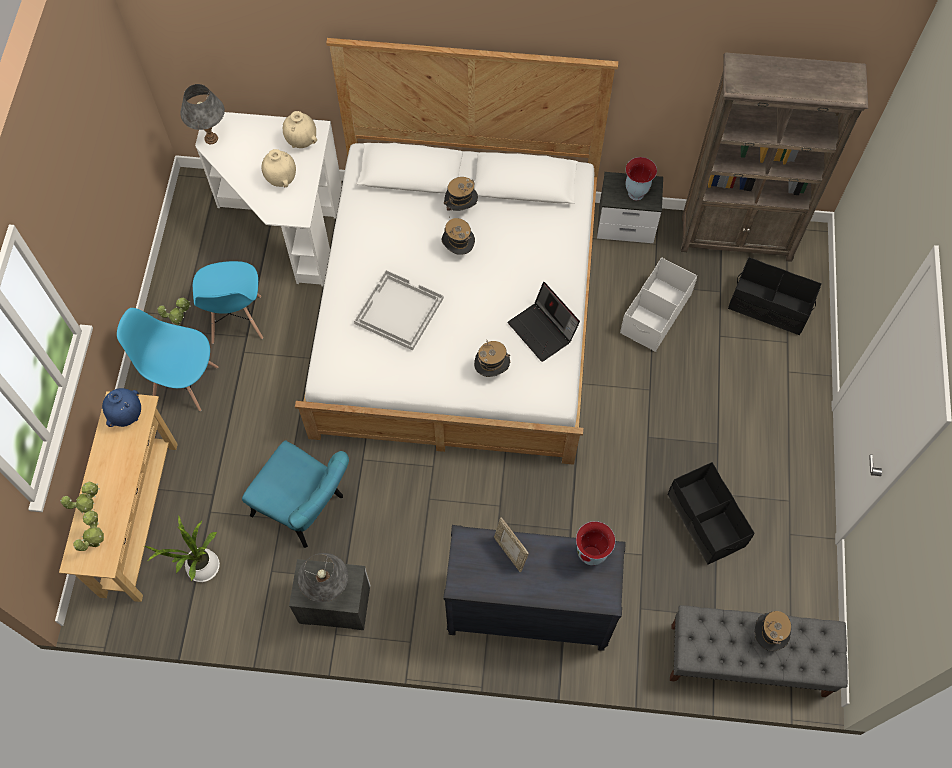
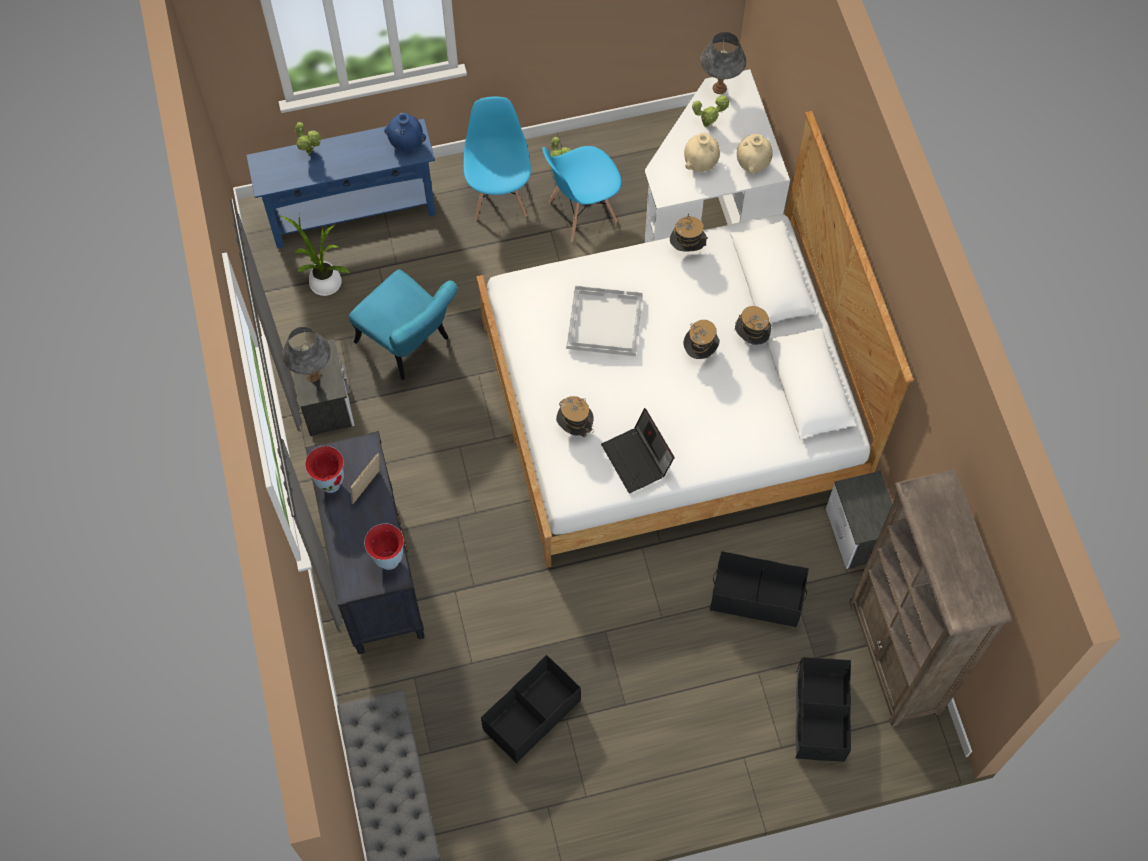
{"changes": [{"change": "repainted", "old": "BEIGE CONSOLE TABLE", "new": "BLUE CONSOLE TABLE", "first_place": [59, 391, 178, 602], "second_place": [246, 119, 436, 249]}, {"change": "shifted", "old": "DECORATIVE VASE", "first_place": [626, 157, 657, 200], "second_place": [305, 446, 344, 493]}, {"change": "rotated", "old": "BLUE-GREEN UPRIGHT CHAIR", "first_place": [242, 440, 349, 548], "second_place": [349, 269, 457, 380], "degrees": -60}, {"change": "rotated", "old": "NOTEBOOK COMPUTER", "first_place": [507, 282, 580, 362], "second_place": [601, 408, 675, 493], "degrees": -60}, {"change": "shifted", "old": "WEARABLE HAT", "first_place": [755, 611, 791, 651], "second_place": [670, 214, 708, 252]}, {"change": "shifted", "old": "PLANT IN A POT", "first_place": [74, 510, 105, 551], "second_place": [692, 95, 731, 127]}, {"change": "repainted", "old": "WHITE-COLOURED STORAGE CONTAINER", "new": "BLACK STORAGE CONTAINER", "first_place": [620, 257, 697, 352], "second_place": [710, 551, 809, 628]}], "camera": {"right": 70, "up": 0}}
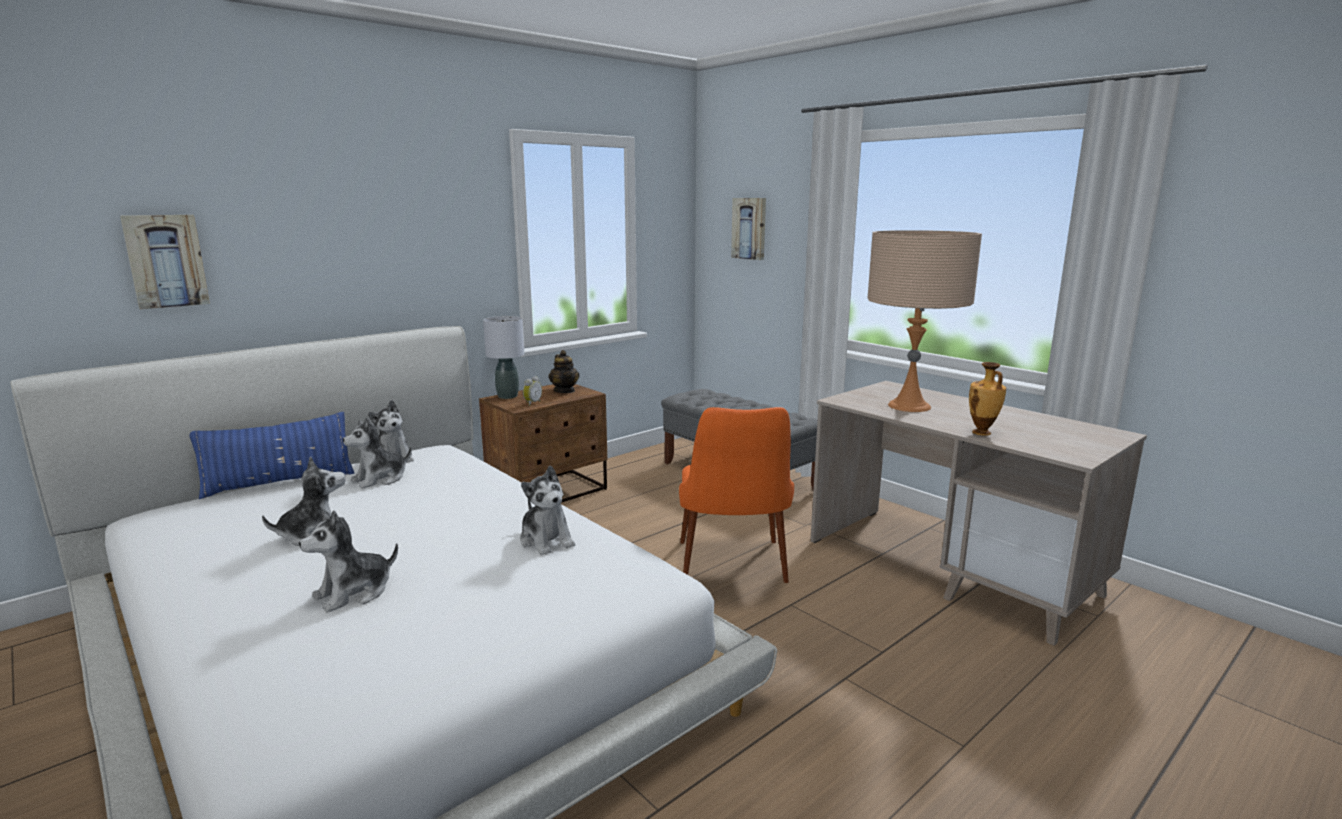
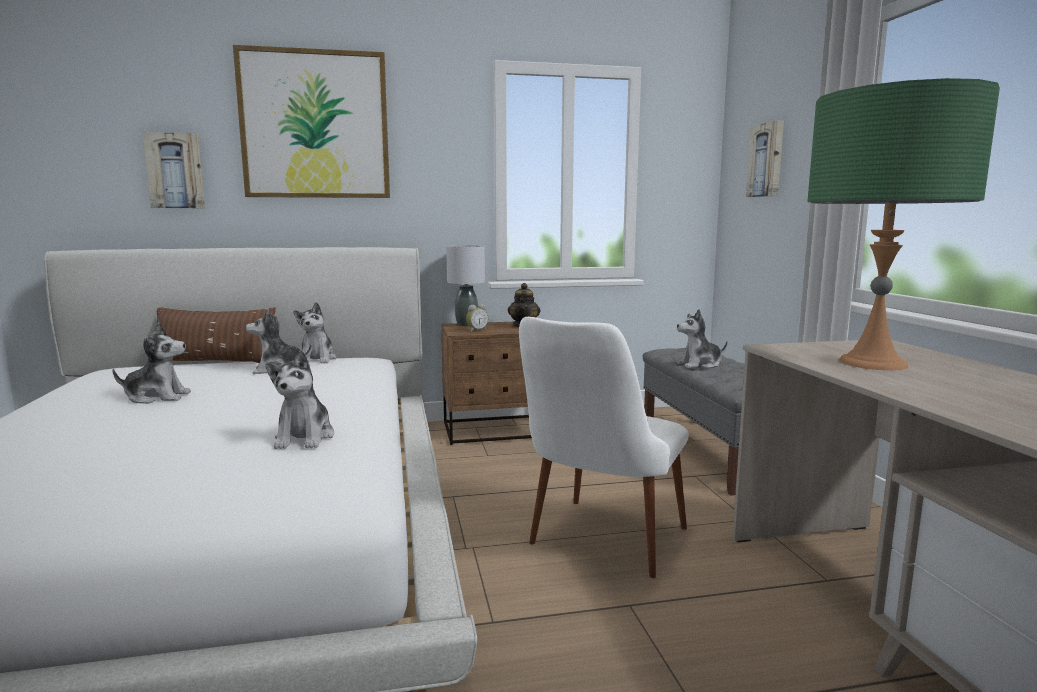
{"changes": [{"change": "repainted", "old": "BLUE PILLOW", "new": "BROWNISH PILLOW", "first_place": [189, 412, 355, 499], "second_place": [157, 308, 276, 363]}, {"change": "new", "new": "WALL ART", "second_place": [233, 45, 390, 198]}, {"change": "repainted", "old": "ORANGEY UPRIGHT CHAIR", "new": "WHITE-COLOURED UPRIGHT CHAIR", "first_place": [679, 407, 794, 583], "second_place": [519, 317, 689, 578]}, {"change": "shifted", "old": "CUDDLY TOY", "first_place": [299, 510, 398, 613], "second_place": [676, 309, 728, 369]}, {"change": "repainted", "old": "BEIGE LAMP FOR A TABLE", "new": "GREENISH LAMP FOR A TABLE", "first_place": [867, 230, 982, 412], "second_place": [807, 78, 1000, 370]}, {"change": "gone", "old": "DECORATIVE VASE", "first_place": [969, 362, 1006, 436]}], "camera": {"right": 30, "up": -5}}
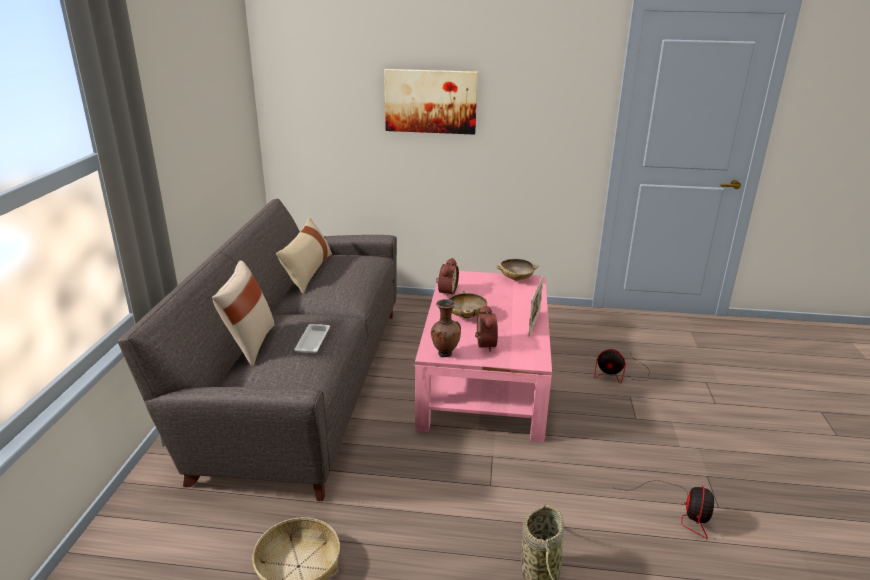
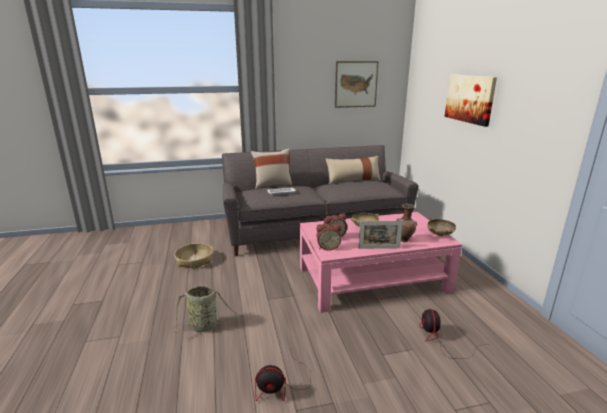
{"changes": [{"change": "shifted", "old": "BEDSIDE CLOCK", "first_place": [436, 258, 459, 297], "second_place": [317, 224, 342, 251]}, {"change": "new", "new": "WALL ART", "second_place": [335, 61, 379, 108]}, {"change": "shifted", "old": "BROWNISH DECORATIVE VASE", "first_place": [431, 299, 461, 357], "second_place": [396, 204, 417, 243]}], "camera": {"right": 70, "up": -5}}
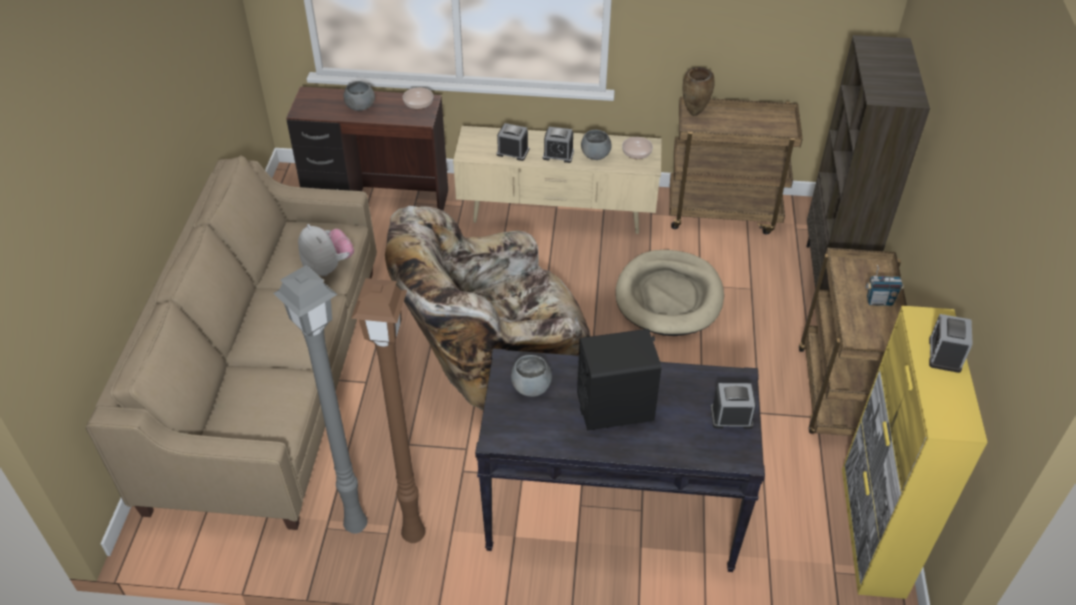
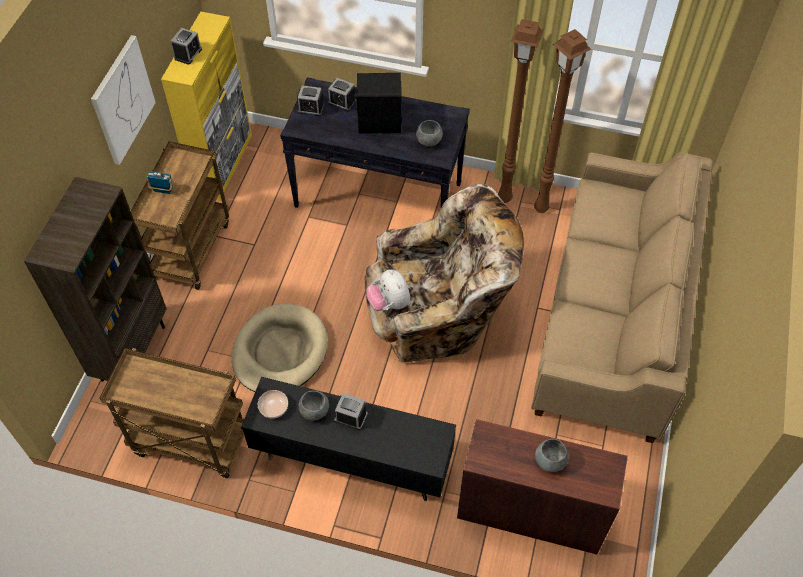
{"changes": [{"change": "new", "new": "WALL ART", "second_place": [91, 35, 156, 165]}, {"change": "repainted", "old": "BEIGE MEDIA CONSOLE", "new": "BLACK MEDIA CONSOLE", "first_place": [453, 126, 662, 234], "second_place": [241, 377, 456, 501]}, {"change": "shifted", "old": "BEDSIDE CLOCK", "first_place": [497, 123, 529, 161], "second_place": [328, 78, 357, 112]}, {"change": "shifted", "old": "CUDDLY TOY", "first_place": [298, 224, 354, 276], "second_place": [366, 269, 410, 311]}, {"change": "repainted", "old": "GRAY STANDARD LAMP", "new": "BROWNISH STANDARD LAMP", "first_place": [273, 265, 367, 534], "second_place": [534, 29, 591, 213]}, {"change": "gone", "old": "BOWL", "first_place": [403, 87, 433, 109]}, {"change": "gone", "old": "BROWNISH DECORATIVE VASE", "first_place": [682, 67, 715, 116]}], "camera": {"right": -170, "up": 10}}
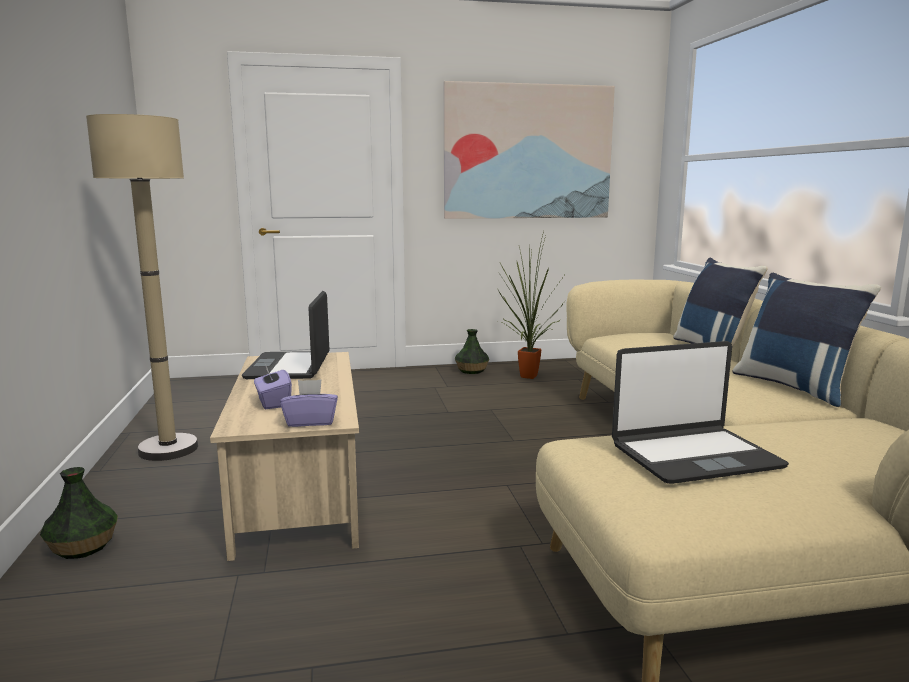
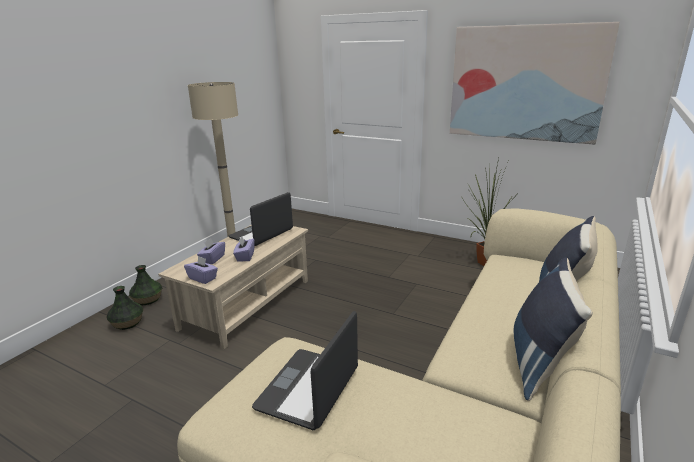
{"changes": [{"change": "shifted", "old": "DECORATIVE VASE", "first_place": [455, 329, 489, 374], "second_place": [106, 286, 144, 330]}, {"change": "new", "new": "PURPLISH TISSUE HOLDER", "second_place": [233, 236, 255, 261]}, {"change": "rotated", "old": "NOTEBOOK COMPUTER", "first_place": [612, 341, 789, 484], "second_place": [252, 311, 358, 430], "degrees": 90}], "camera": {"right": 40, "up": 10}}
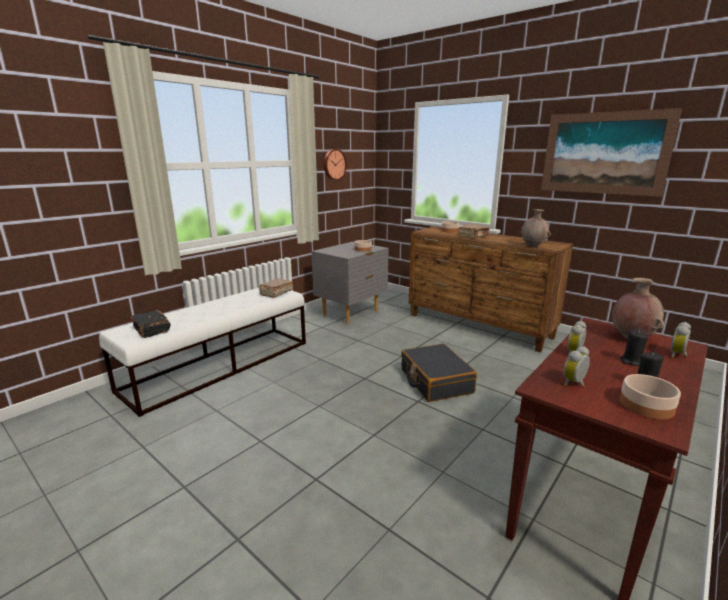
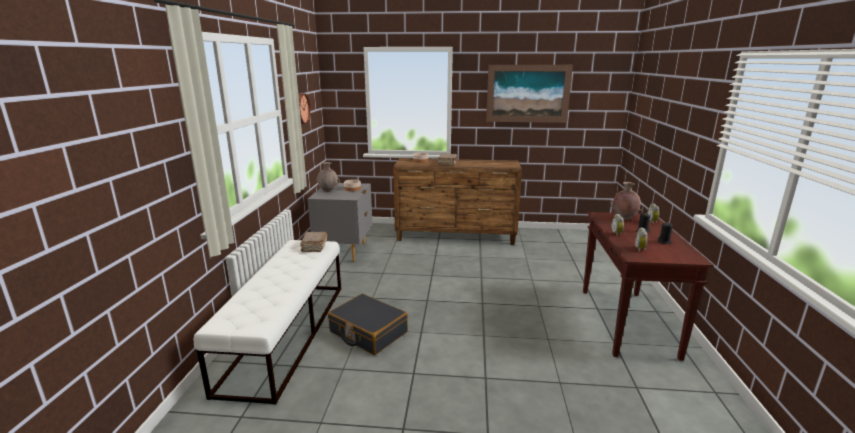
{"changes": [{"change": "shifted", "old": "BROWNISH DECORATIVE VASE", "first_place": [520, 209, 551, 247], "second_place": [316, 162, 340, 192]}, {"change": "shifted", "old": "BLACK SUITCASE", "first_place": [401, 344, 477, 402], "second_place": [328, 294, 408, 355]}, {"change": "gone", "old": "BLACK VOLUME", "first_place": [130, 310, 171, 338]}, {"change": "gone", "old": "BOWL", "first_place": [620, 374, 681, 420]}], "camera": {"right": -35, "up": 0}}
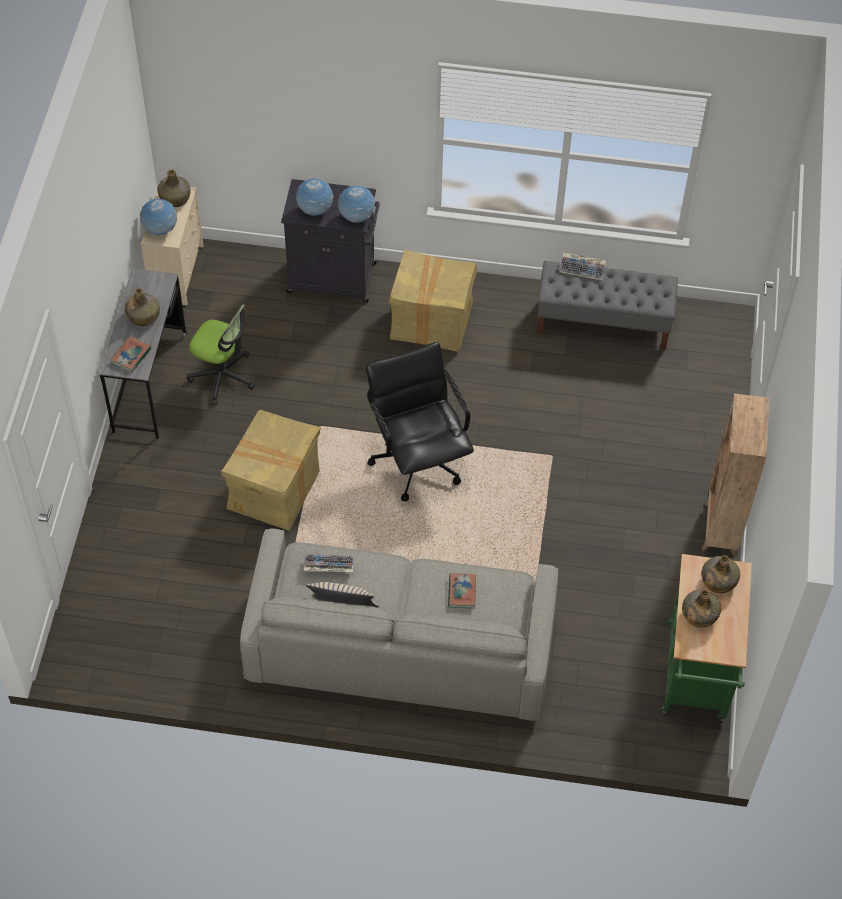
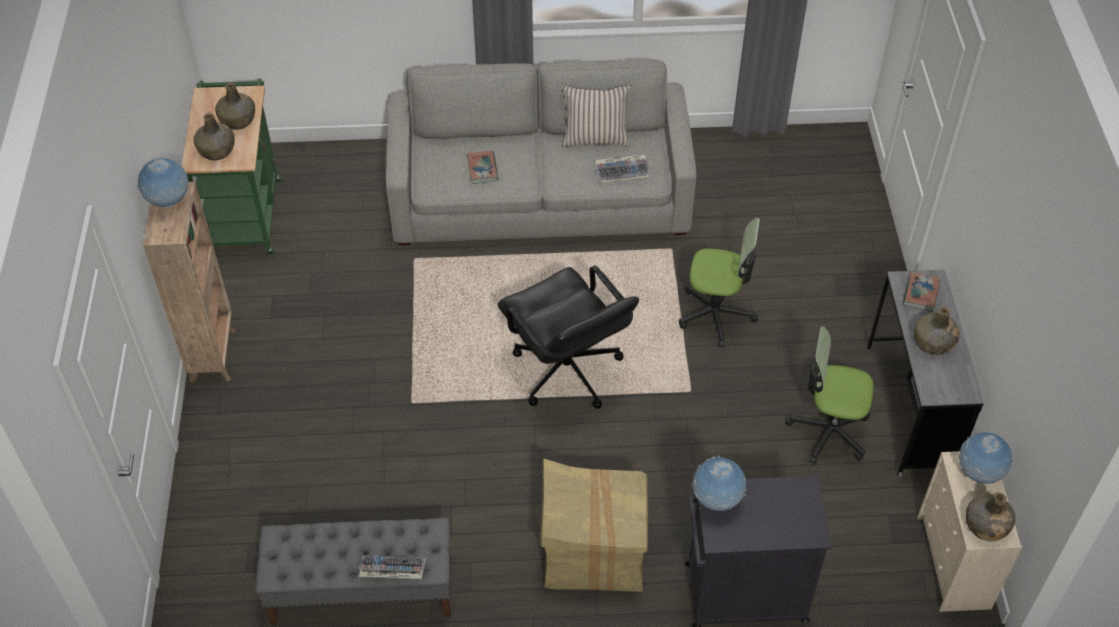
{"changes": [{"change": "shifted", "old": "WORLD GLOBE", "first_place": [296, 178, 334, 216], "second_place": [138, 157, 189, 208]}, {"change": "swapped", "old": "CARDBOARD BOX", "new": "COMPUTER CHAIR", "first_place": [221, 410, 321, 531], "second_place": [679, 218, 760, 347]}], "camera": {"right": 170, "up": -5}}
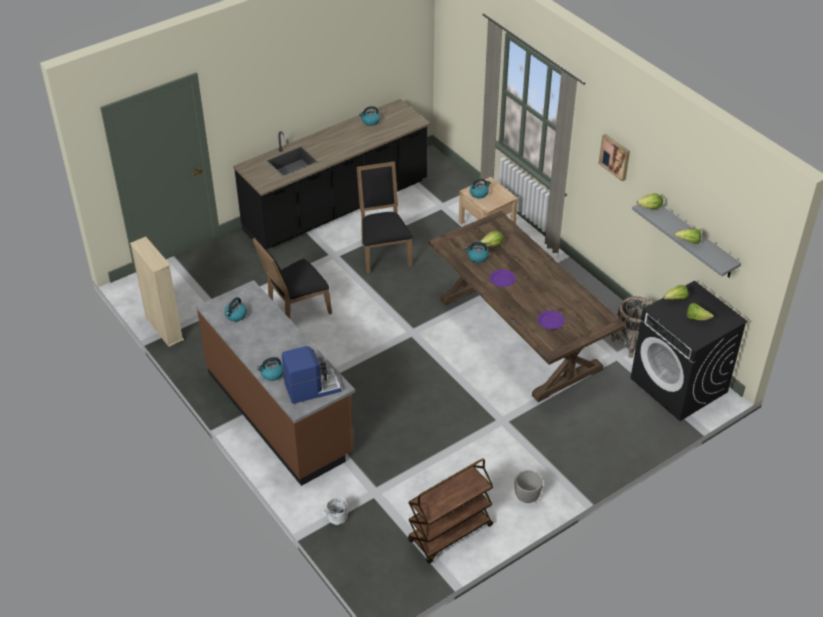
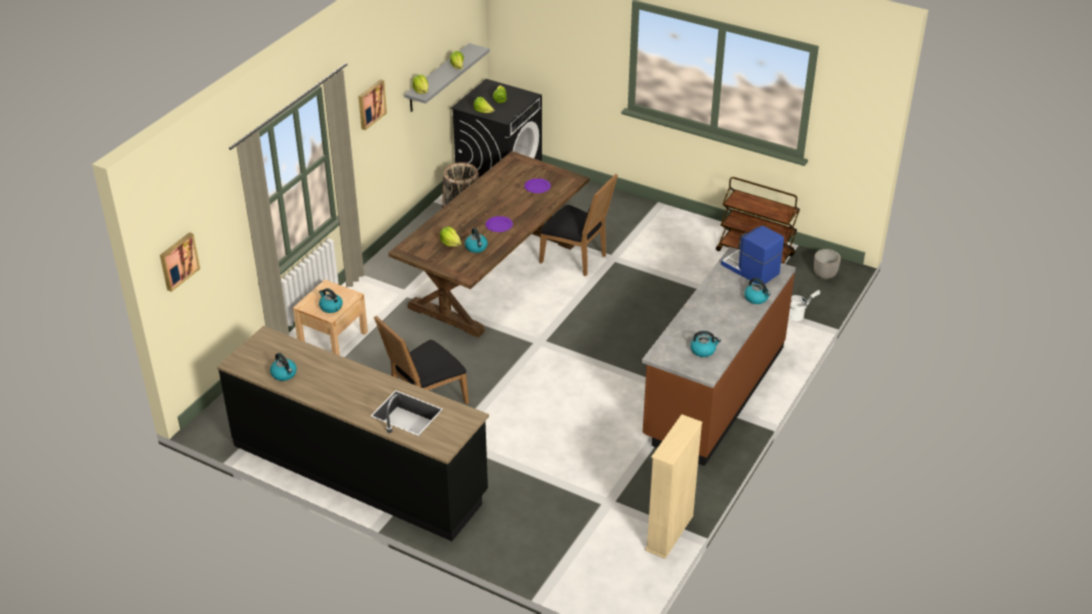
{"changes": [{"change": "new", "new": "WALL ART", "second_place": [160, 232, 200, 292]}, {"change": "shifted", "old": "BLACK UPRIGHT CHAIR", "first_place": [252, 238, 332, 319], "second_place": [539, 174, 618, 276]}, {"change": "shifted", "old": "FLOWER POT", "first_place": [515, 470, 543, 503], "second_place": [814, 249, 841, 280]}], "camera": {"right": -115, "up": -5}}
